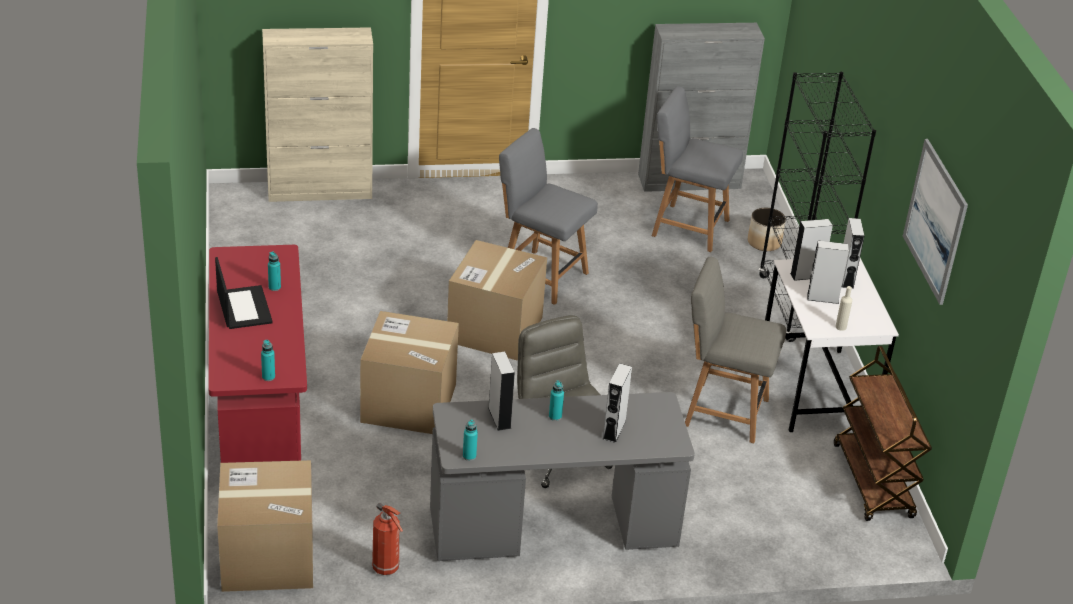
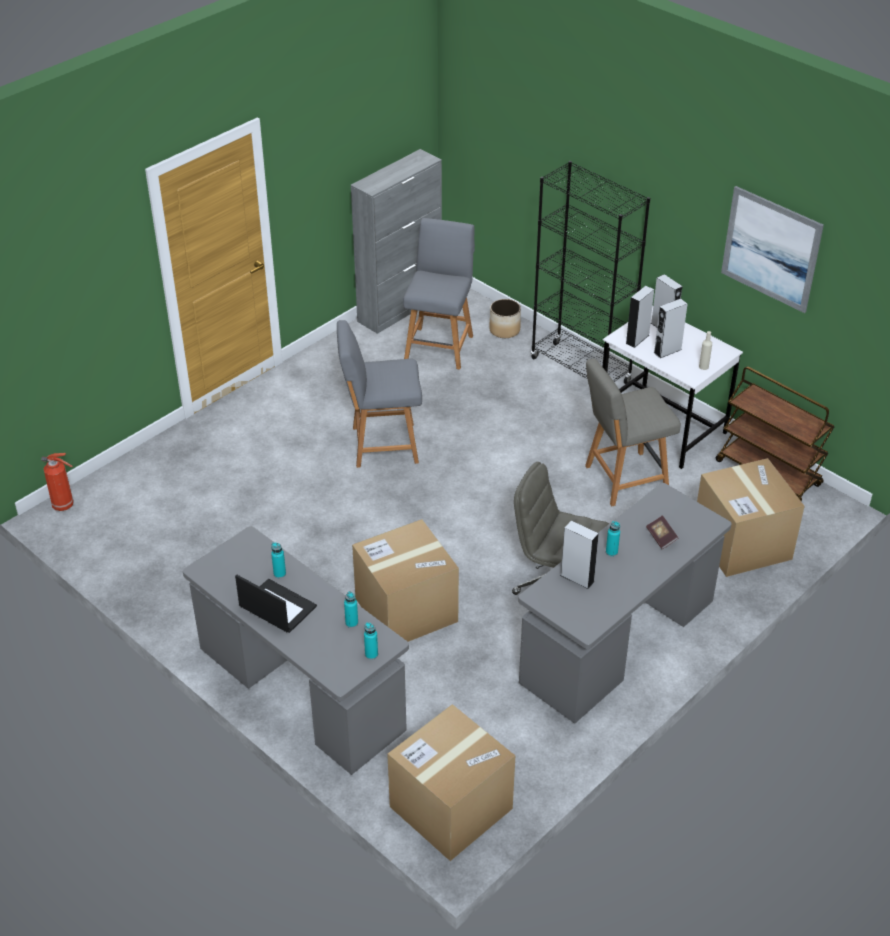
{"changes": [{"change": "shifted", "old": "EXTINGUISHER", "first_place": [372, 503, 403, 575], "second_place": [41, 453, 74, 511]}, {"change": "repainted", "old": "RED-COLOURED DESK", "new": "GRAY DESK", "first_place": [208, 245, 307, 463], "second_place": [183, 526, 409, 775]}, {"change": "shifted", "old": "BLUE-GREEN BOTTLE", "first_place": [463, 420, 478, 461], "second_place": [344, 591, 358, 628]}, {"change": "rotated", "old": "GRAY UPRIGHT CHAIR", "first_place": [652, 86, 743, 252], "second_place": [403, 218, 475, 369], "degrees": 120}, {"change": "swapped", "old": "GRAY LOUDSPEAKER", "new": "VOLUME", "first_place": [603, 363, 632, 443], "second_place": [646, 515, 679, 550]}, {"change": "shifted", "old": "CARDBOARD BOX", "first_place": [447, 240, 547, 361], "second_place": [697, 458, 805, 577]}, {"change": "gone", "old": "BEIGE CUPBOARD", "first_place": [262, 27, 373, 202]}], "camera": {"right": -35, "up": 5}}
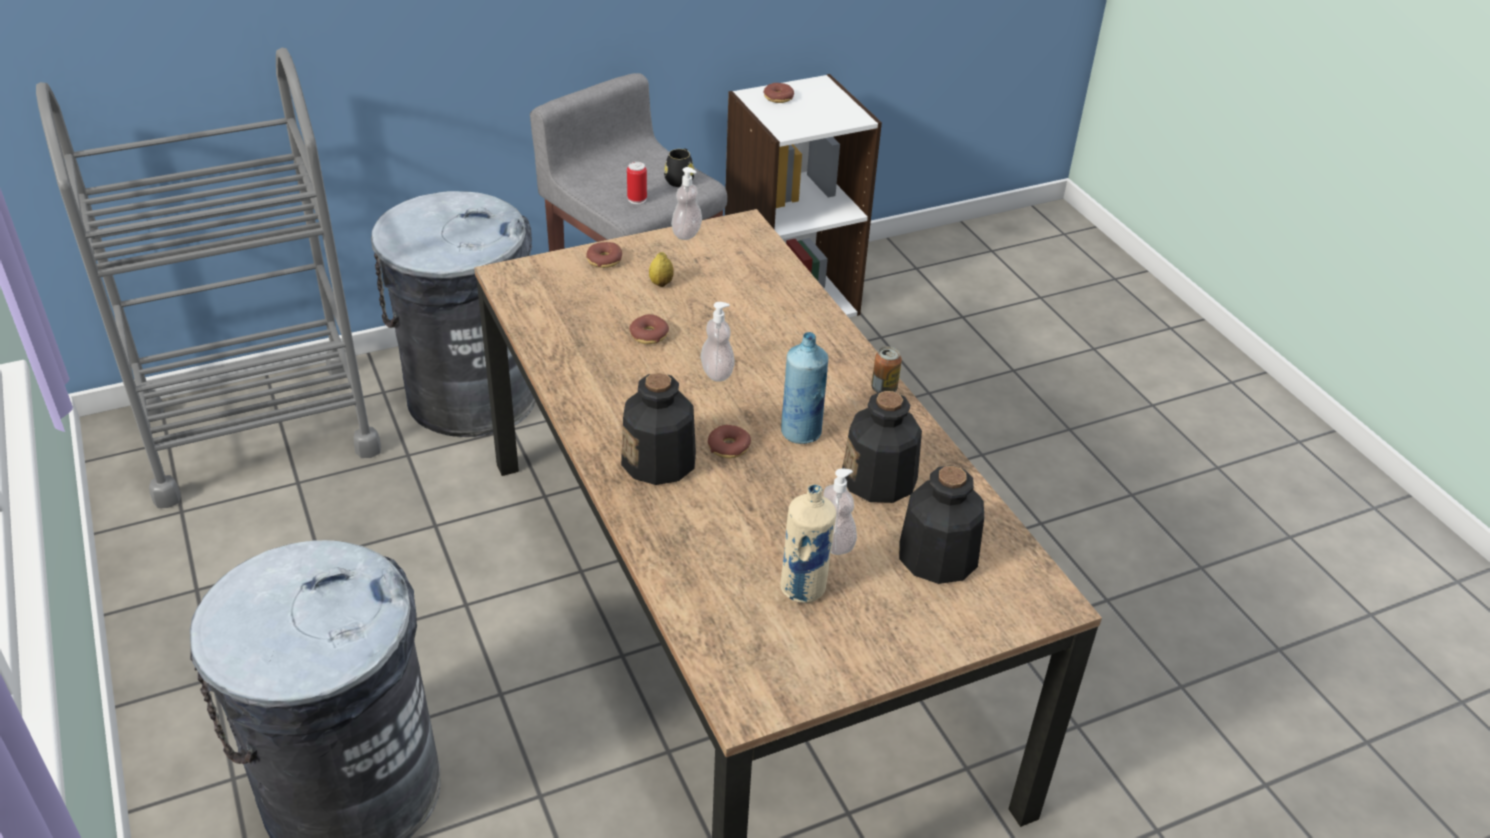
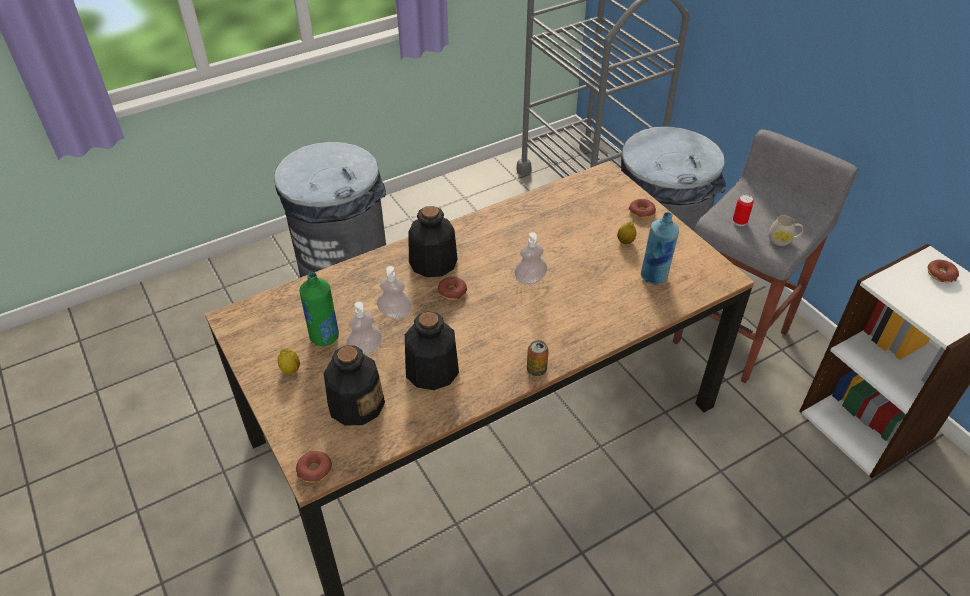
{"changes": [{"change": "new", "new": "WHOLE LEMON", "second_place": [278, 348, 300, 374]}, {"change": "shifted", "old": "RING DOUGHNUT", "first_place": [629, 314, 669, 344], "second_place": [296, 451, 332, 483]}, {"change": "repainted", "old": "BEIGE BOTTLE", "new": "GREENISH BOTTLE", "first_place": [781, 484, 836, 603], "second_place": [299, 272, 339, 346]}, {"change": "shifted", "old": "SOAP DISPENSER", "first_place": [671, 167, 702, 240], "second_place": [377, 266, 412, 319]}, {"change": "shifted", "old": "BLUE BOTTLE", "first_place": [781, 332, 828, 444], "second_place": [641, 212, 679, 285]}, {"change": "repainted", "old": "BLACK TEA MUG", "new": "WHITE-COLOURED TEA MUG", "first_place": [664, 149, 694, 187], "second_place": [768, 215, 803, 246]}], "camera": {"right": 85, "up": 5}}
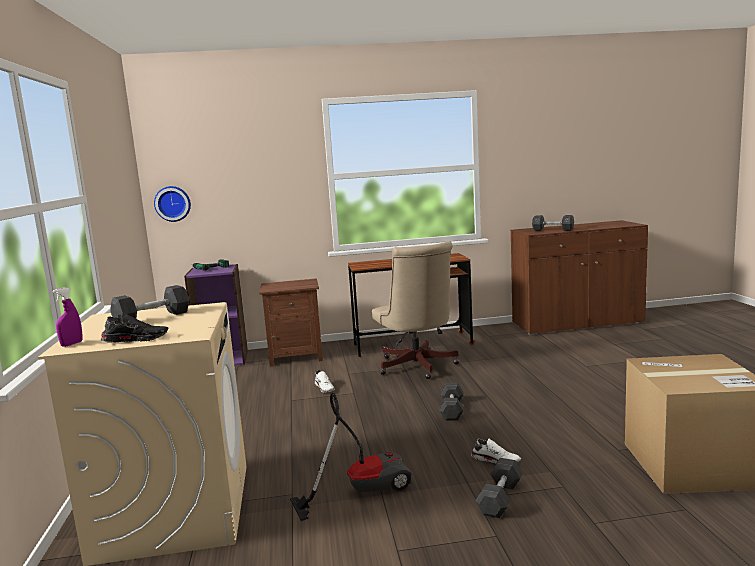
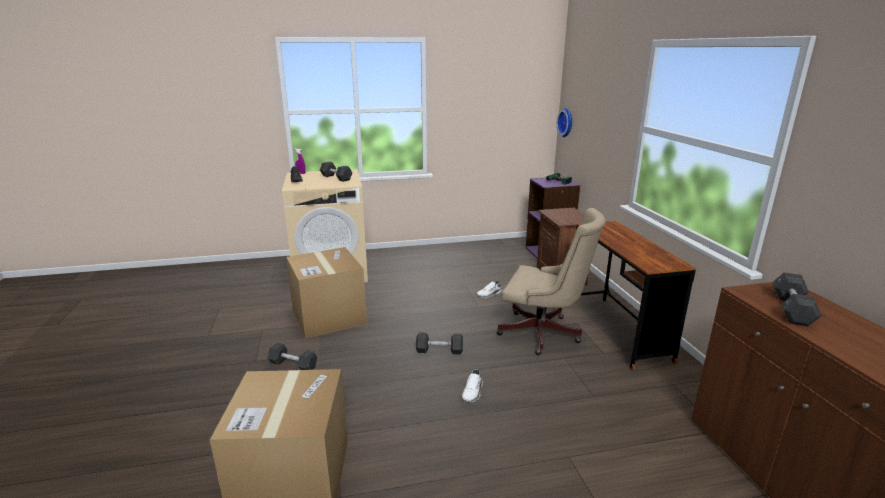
{"changes": [{"change": "swapped", "old": "HOOVER", "new": "CARDBOARD BOX", "first_place": [290, 393, 412, 521], "second_place": [286, 247, 367, 339]}, {"change": "shifted", "old": "WHITE-COLOURED SHOE", "first_place": [471, 439, 521, 464], "second_place": [462, 369, 483, 402]}, {"change": "rotated", "old": "BEIGE COMPUTER CHAIR", "first_place": [372, 241, 459, 379], "second_place": [497, 208, 606, 355], "degrees": -135}], "camera": {"right": 85, "up": 10}}
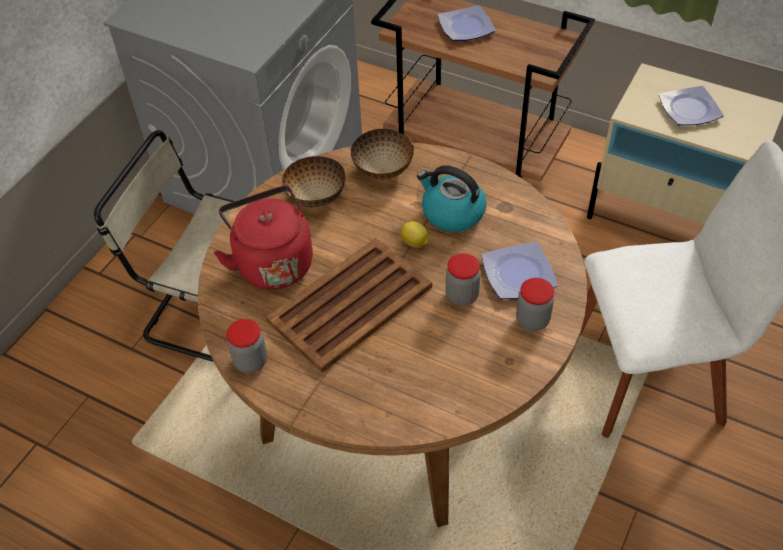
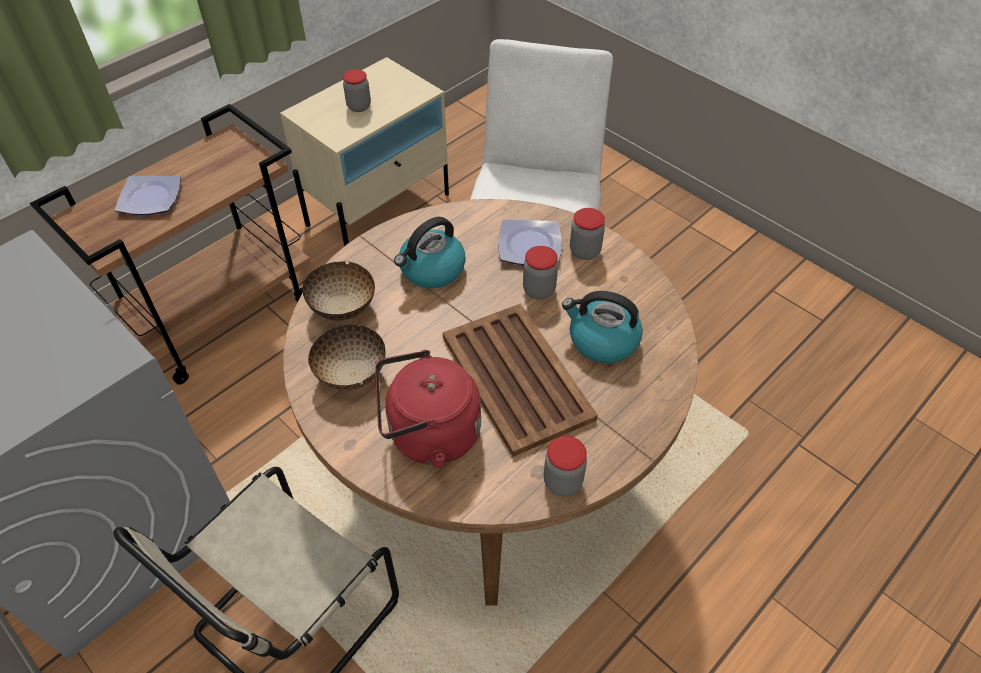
{"changes": [{"change": "swapped", "old": "DINNER PLATE", "new": "JAR", "first_place": [659, 86, 724, 126], "second_place": [343, 69, 371, 112]}, {"change": "new", "new": "WATER KETTLE", "second_place": [562, 291, 643, 363]}, {"change": "gone", "old": "WHOLE LEMON", "first_place": [400, 221, 428, 248]}], "camera": {"right": -75, "up": 0}}
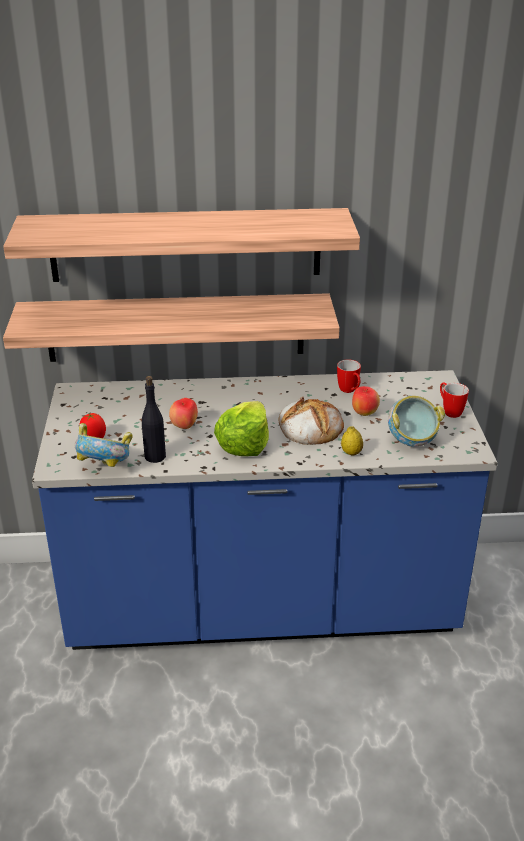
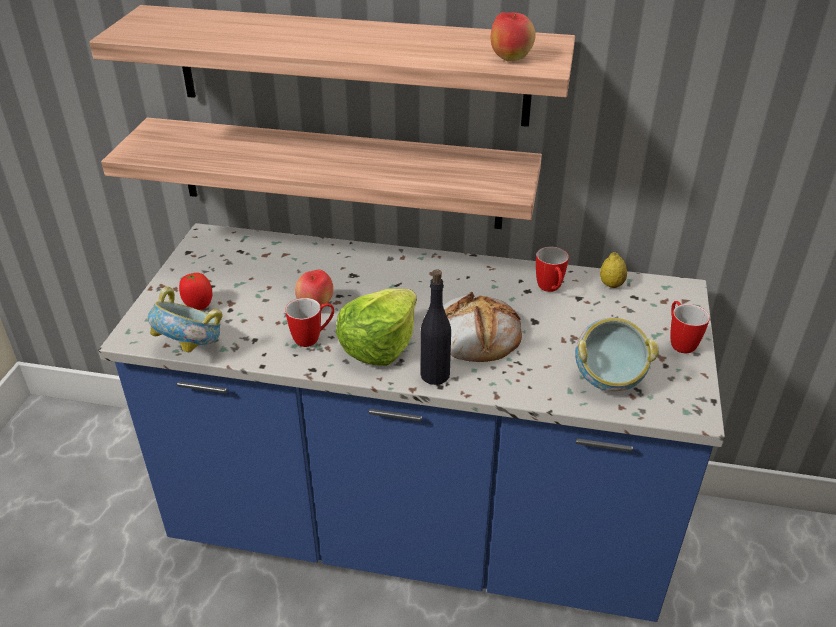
{"changes": [{"change": "new", "new": "TEA MUG", "second_place": [285, 298, 334, 347]}, {"change": "shifted", "old": "BLACK BOTTLE", "first_place": [142, 376, 166, 463], "second_place": [420, 269, 451, 385]}, {"change": "shifted", "old": "APPLE FRUIT", "first_place": [352, 386, 380, 416], "second_place": [491, 13, 535, 62]}, {"change": "shifted", "old": "WHOLE LEMON", "first_place": [341, 426, 363, 456], "second_place": [600, 252, 627, 288]}], "camera": {"right": 15, "up": 5}}
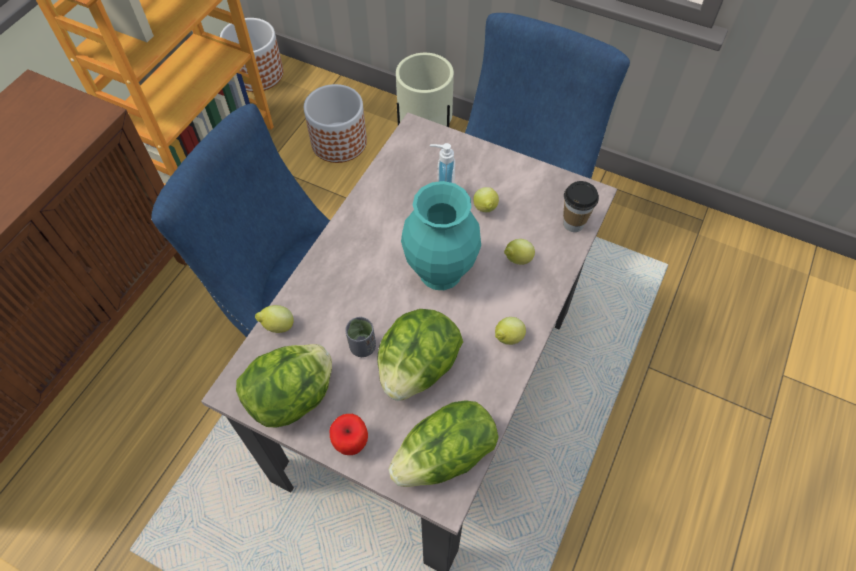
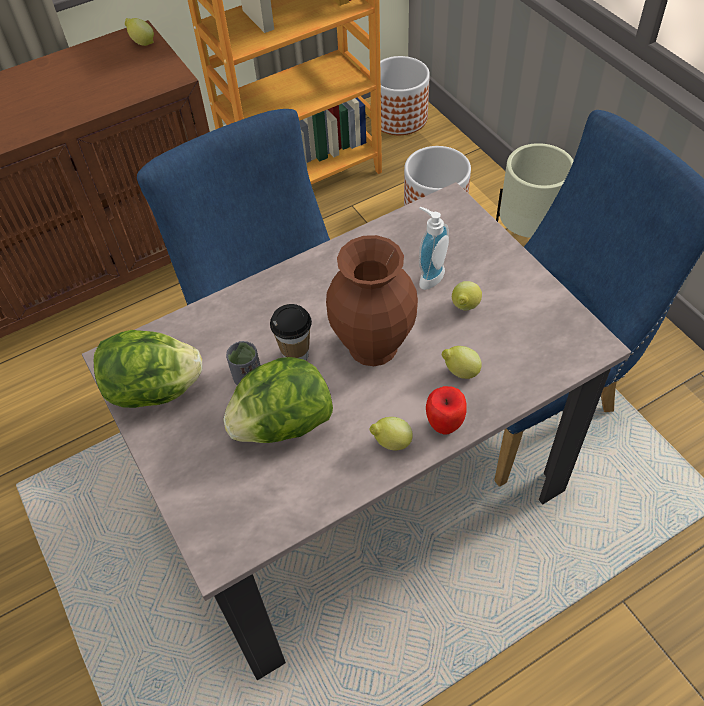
{"changes": [{"change": "shifted", "old": "WHOLE LEMON", "first_place": [255, 305, 294, 333], "second_place": [125, 18, 154, 46]}, {"change": "shifted", "old": "SMALL CUP", "first_place": [563, 181, 599, 232], "second_place": [270, 304, 312, 361]}, {"change": "repainted", "old": "BLUE-GREEN DECORATIVE VASE", "new": "BROWNISH DECORATIVE VASE", "first_place": [401, 181, 481, 290], "second_place": [326, 235, 418, 366]}, {"change": "shifted", "old": "APPLE FRUIT", "first_place": [329, 414, 368, 455], "second_place": [426, 386, 466, 435]}, {"change": "gone", "old": "HEAD OF LETTUCE", "first_place": [388, 400, 498, 487]}], "camera": {"right": 35, "up": -5}}
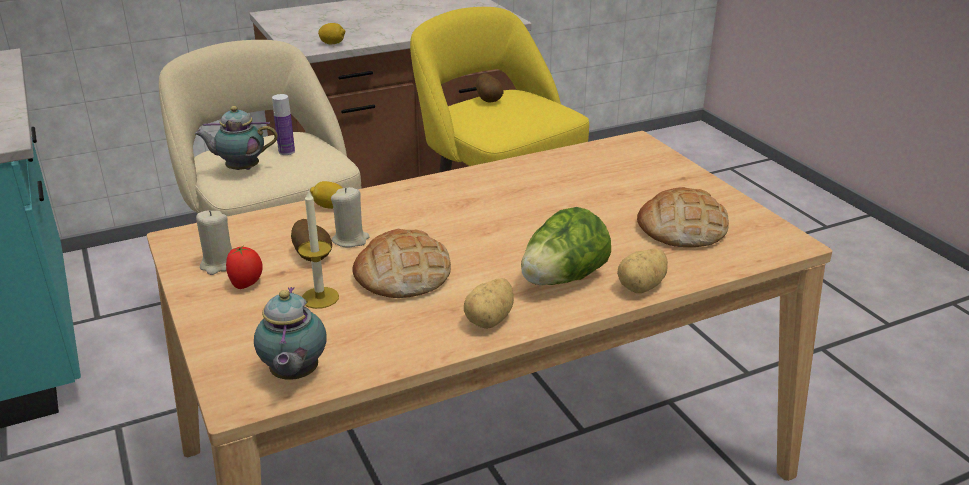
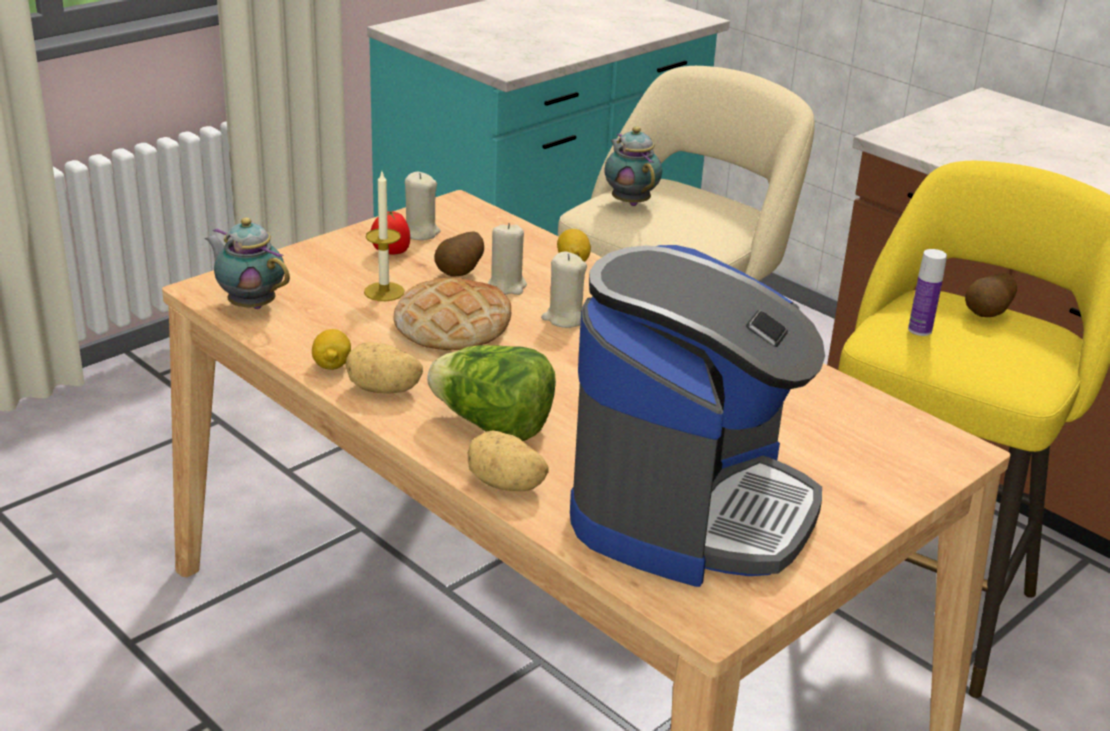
{"changes": [{"change": "rotated", "old": "TEA POT", "first_place": [254, 287, 327, 380], "second_place": [205, 218, 290, 309], "degrees": 60}, {"change": "shifted", "old": "WHOLE LEMON", "first_place": [318, 23, 346, 45], "second_place": [312, 329, 351, 370]}, {"change": "new", "new": "BEIGE WAX LIGHT", "second_place": [541, 251, 587, 328]}, {"change": "swapped", "old": "BAKERY BREAD", "new": "COFFEE BREWER", "first_place": [637, 187, 729, 247], "second_place": [570, 245, 825, 587]}, {"change": "shifted", "old": "BOTTLE", "first_place": [272, 94, 295, 155], "second_place": [908, 249, 947, 336]}], "camera": {"right": 70, "up": 0}}
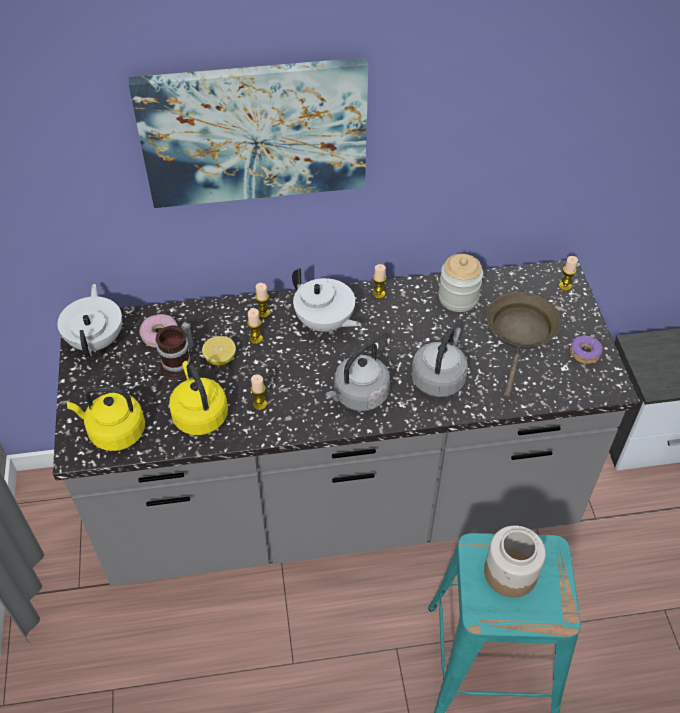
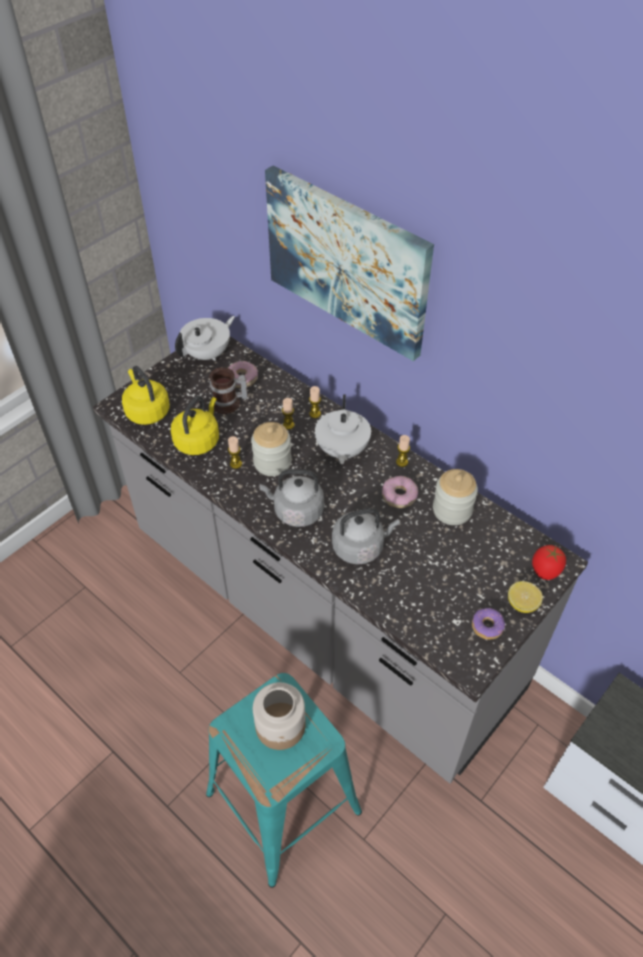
{"changes": [{"change": "new", "new": "JAR", "second_place": [251, 422, 292, 476]}, {"change": "new", "new": "RING DOUGHNUT", "second_place": [382, 476, 418, 508]}, {"change": "shifted", "old": "WHOLE LEMON", "first_place": [202, 336, 236, 366], "second_place": [508, 581, 543, 613]}, {"change": "swapped", "old": "WAX LIGHT", "new": "FRESH TOMATO", "first_place": [559, 256, 578, 291], "second_place": [532, 545, 566, 580]}, {"change": "gone", "old": "BROWNISH FRYING PAN", "first_place": [487, 292, 560, 398]}], "camera": {"right": 50, "up": 0}}
